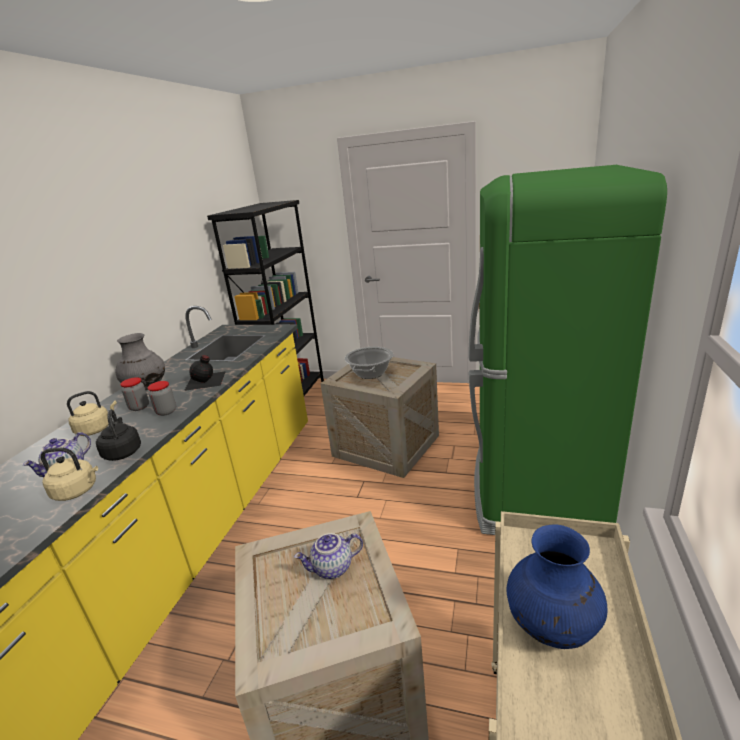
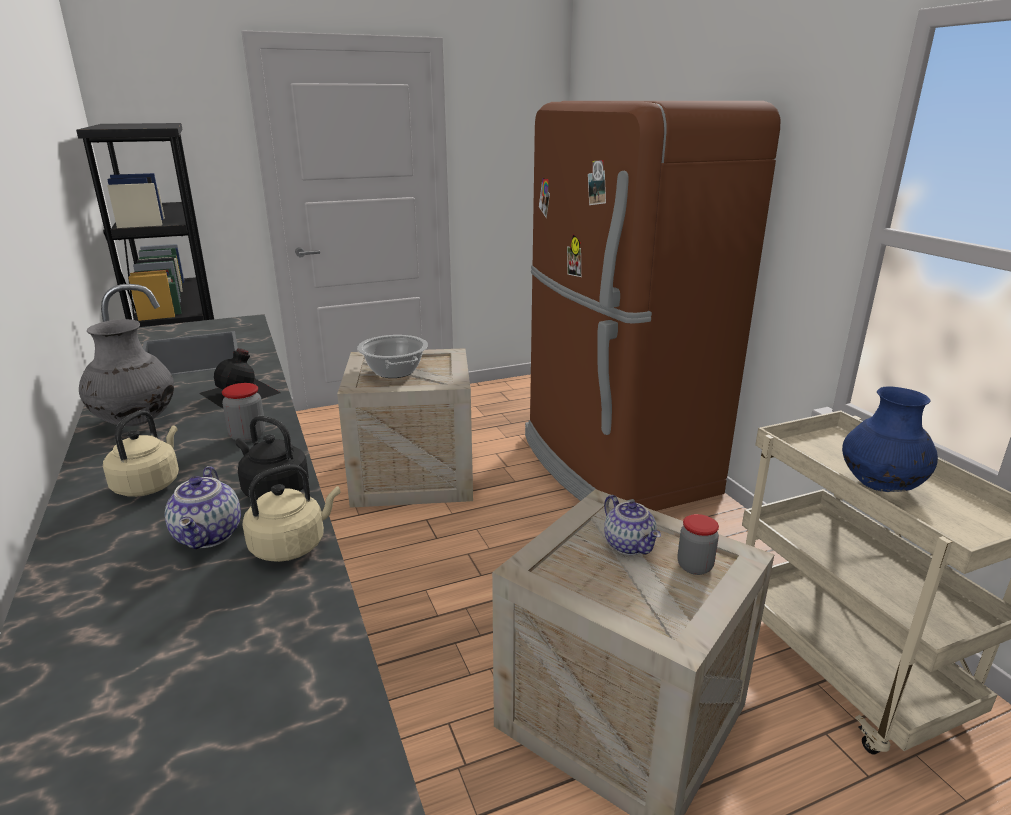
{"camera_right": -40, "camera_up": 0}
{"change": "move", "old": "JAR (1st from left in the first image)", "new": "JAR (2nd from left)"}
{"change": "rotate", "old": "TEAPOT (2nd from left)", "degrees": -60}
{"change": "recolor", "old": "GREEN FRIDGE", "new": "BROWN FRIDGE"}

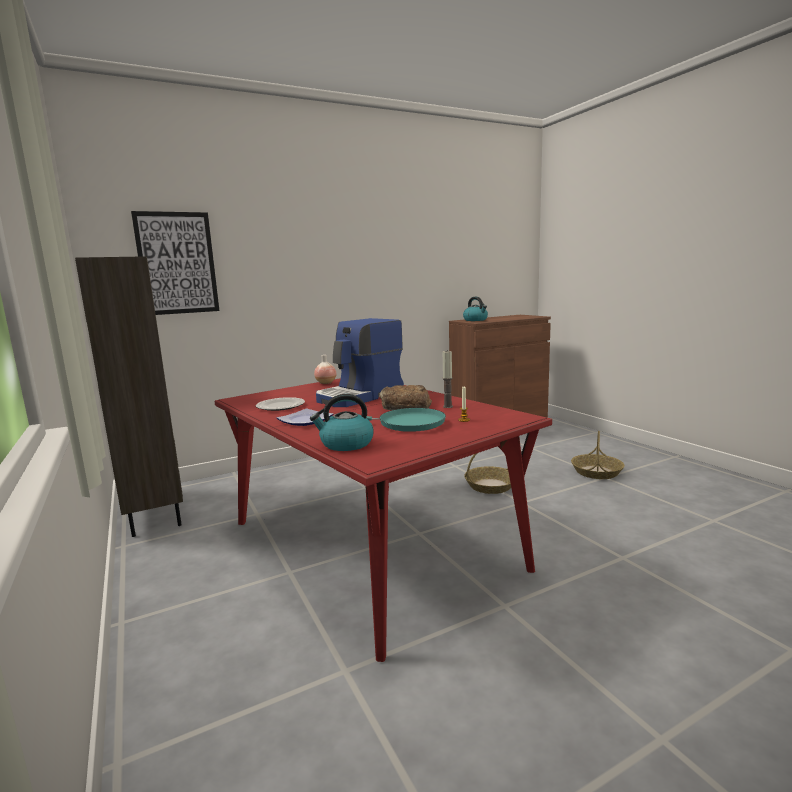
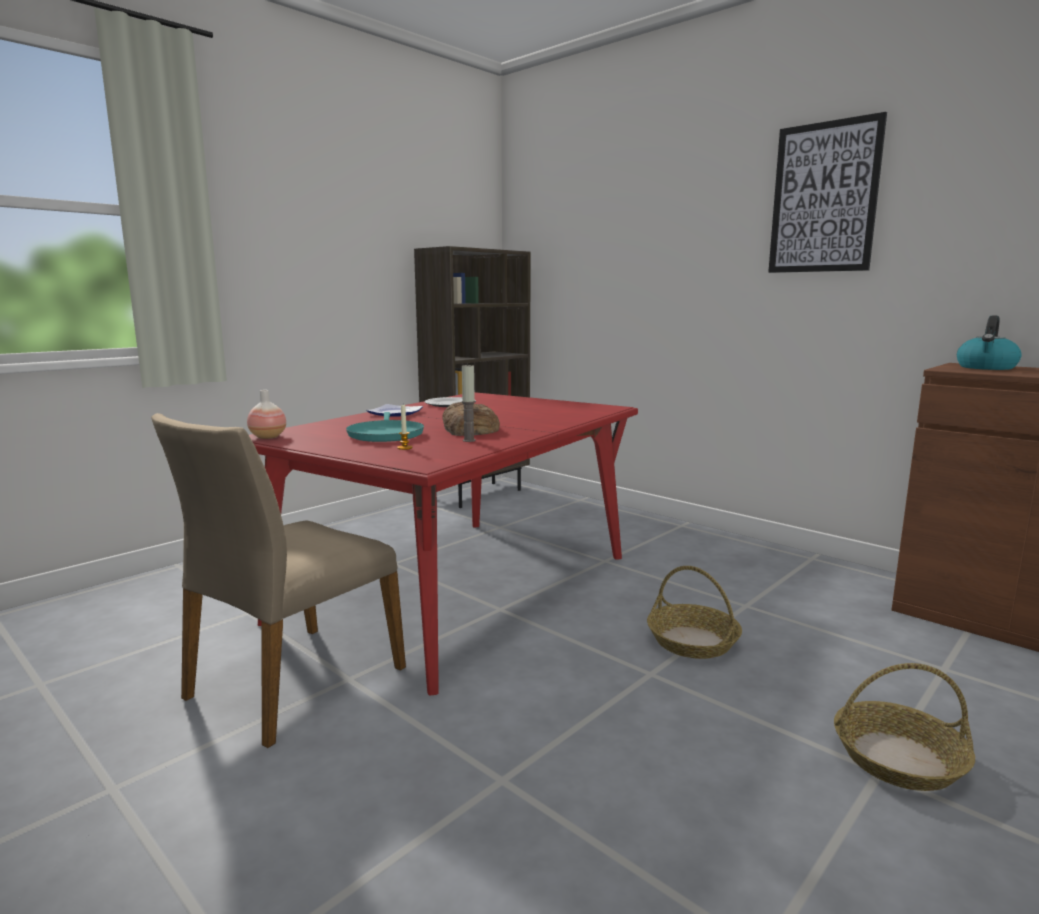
{"camera_right": 70, "camera_up": 0}
{"change": "move", "old": "PICTURE"}
{"change": "delete", "old": "KETTLE (1st from left)"}
{"change": "move", "old": "VASE"}
{"change": "delete", "old": "COFFEE MACHINE"}
{"change": "insert", "new": "BEIGE CHAIR"}

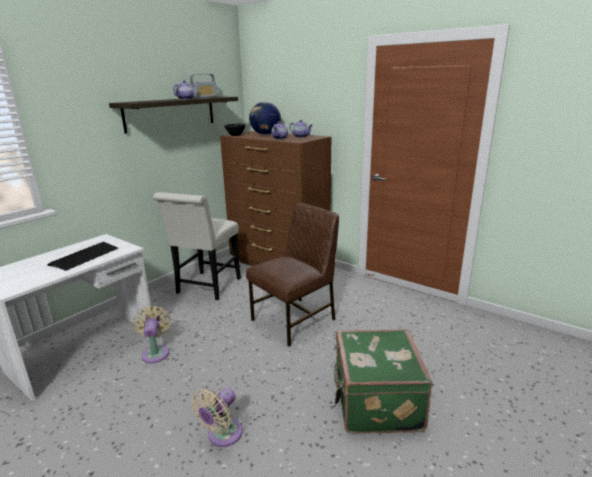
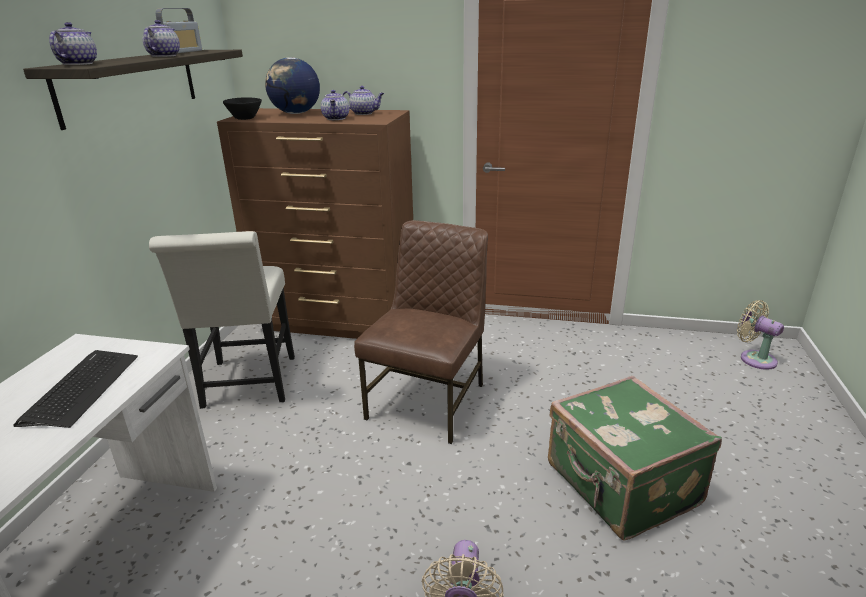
{"camera_right": -25, "camera_up": 5}
{"change": "move", "old": "BEIGE FAN (1st from left in the first image)", "new": "BEIGE FAN (2nd from left)"}
{"change": "insert", "new": "TEAPOT (1st from left)"}

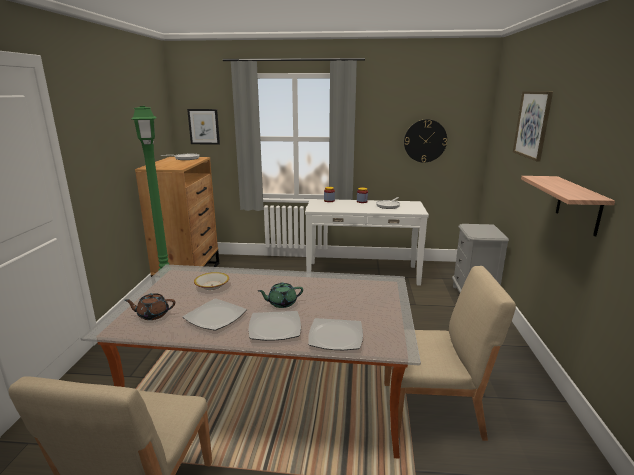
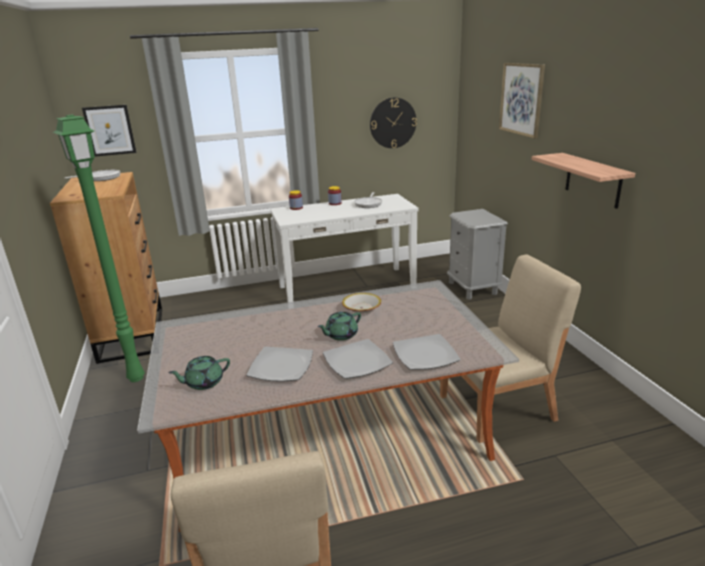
{"camera_right": -20, "camera_up": 5}
{"change": "recolor", "old": "BROWN TEAPOT", "new": "GREEN TEAPOT (1st from left)"}
{"change": "move", "old": "BOWL"}

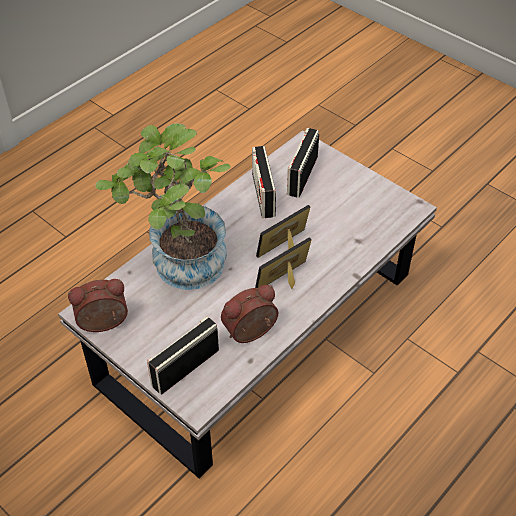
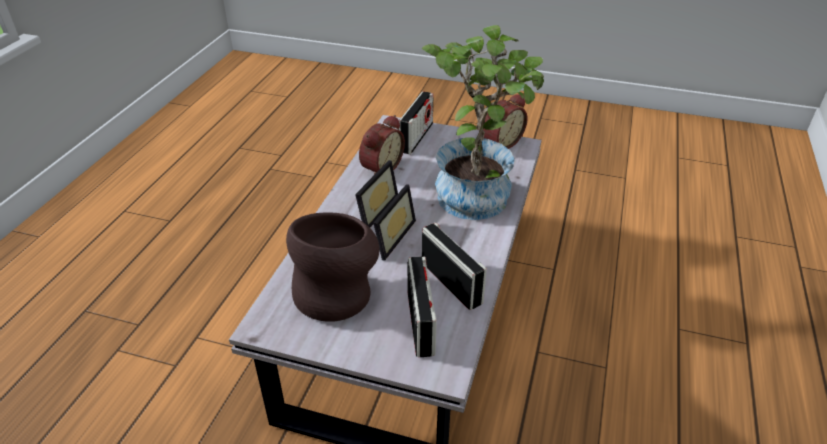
{"camera_right": 155, "camera_up": -10}
{"change": "insert", "new": "BROWN VASE"}

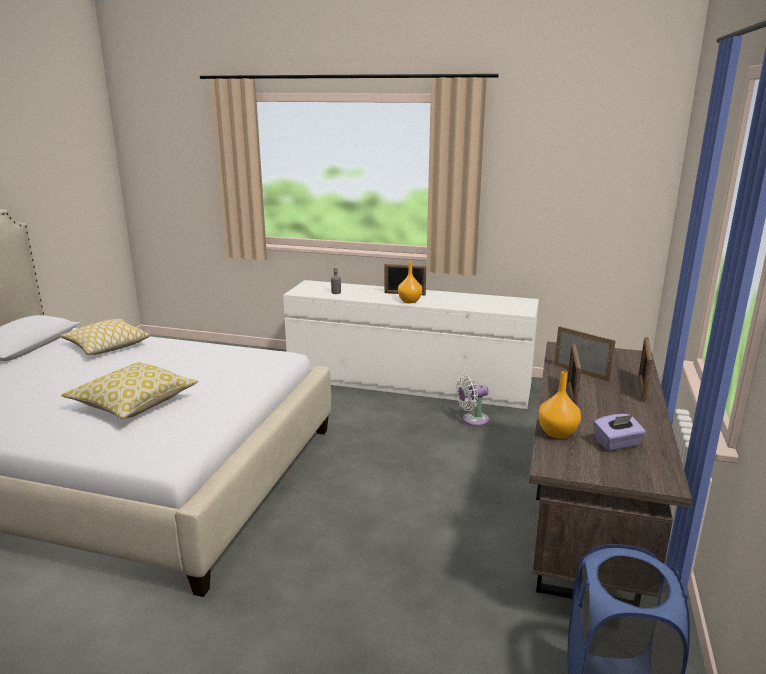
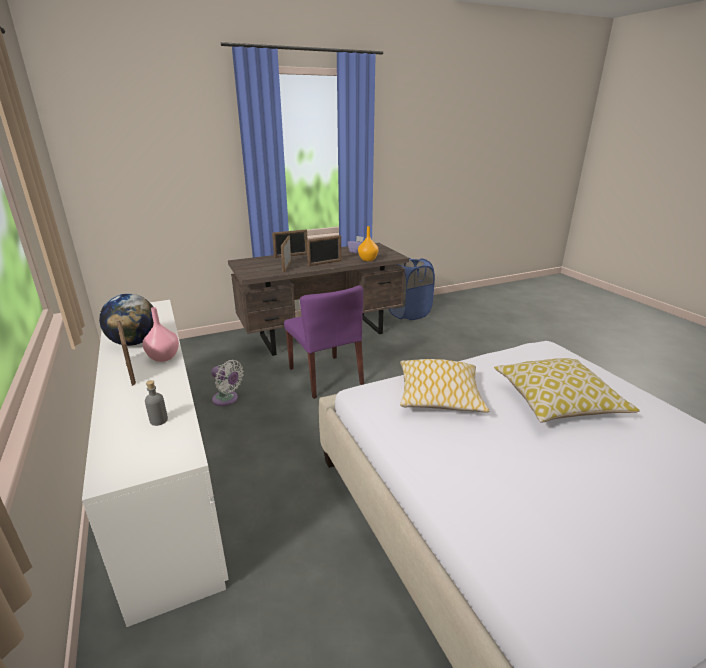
{"camera_right": -130, "camera_up": 5}
{"change": "move", "old": "PILLOW (1st from left)"}
{"change": "recolor", "old": "ORANGE VASE (1st from left)", "new": "PINK VASE"}
{"change": "insert", "new": "GLOBE"}
{"change": "insert", "new": "PURPLE CHAIR"}

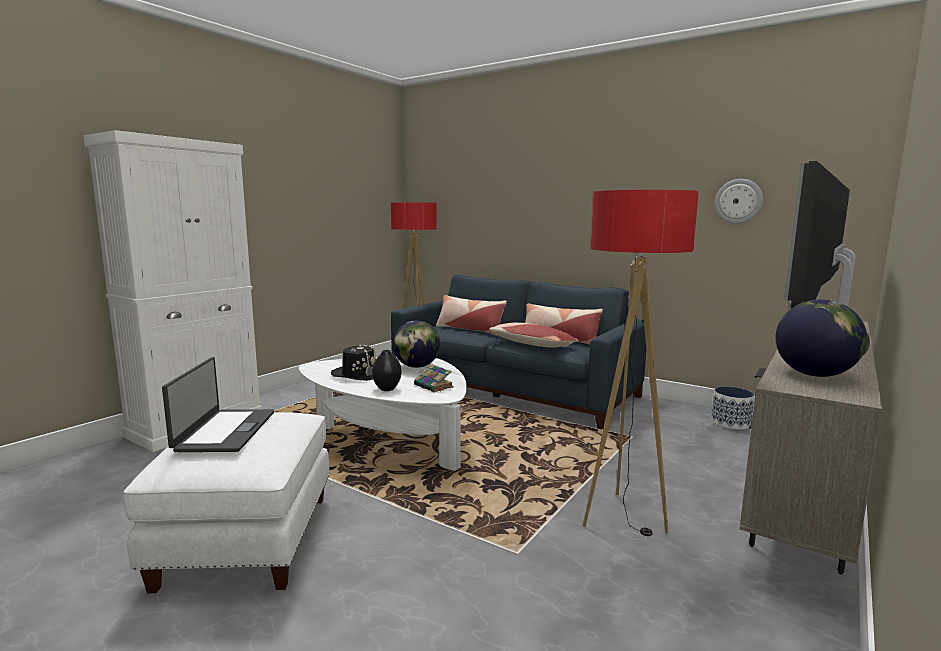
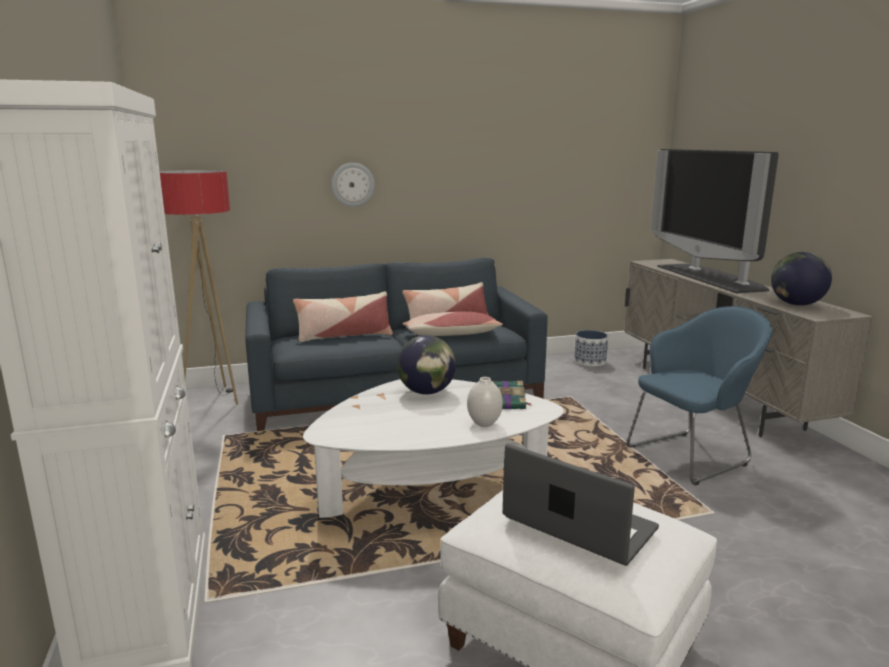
{"camera_right": -50, "camera_up": 5}
{"change": "delete", "old": "BLACK HAT"}
{"change": "recolor", "old": "BLACK VASE", "new": "WHITE VASE"}
{"change": "replace", "old": "FLOOR LAMP (2nd from left)", "new": "BLUE ARMCHAIR"}
{"change": "move", "old": "WALL CLOCK"}

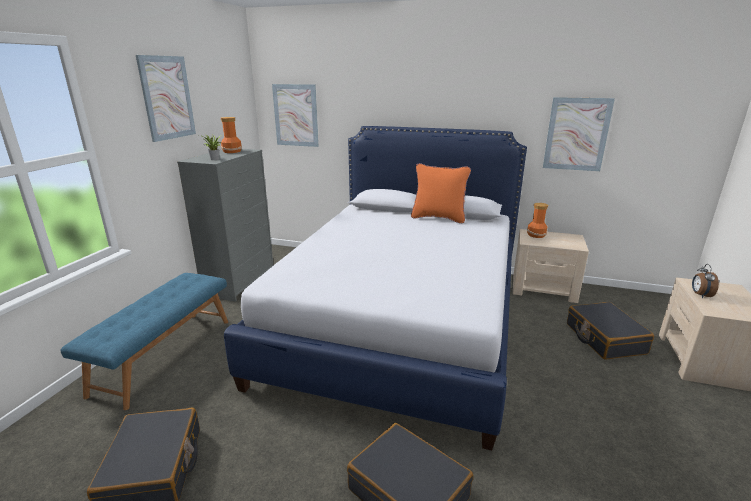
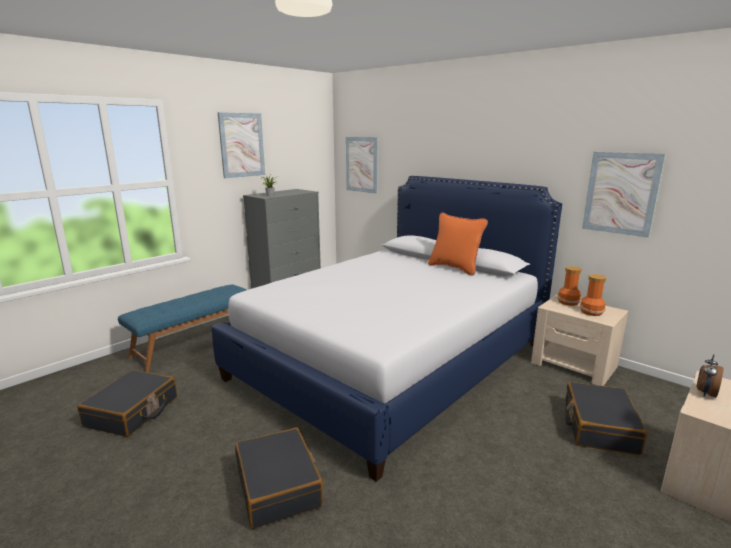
{"camera_right": 25, "camera_up": -5}
{"change": "move", "old": "VASE (1st from left in the first image)", "new": "VASE (2nd from left)"}

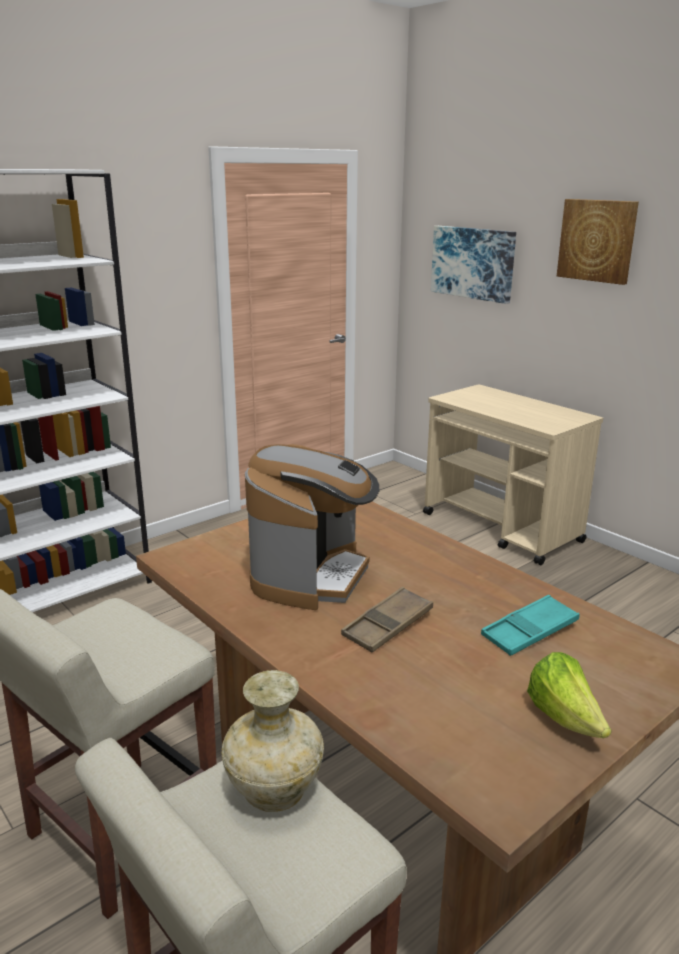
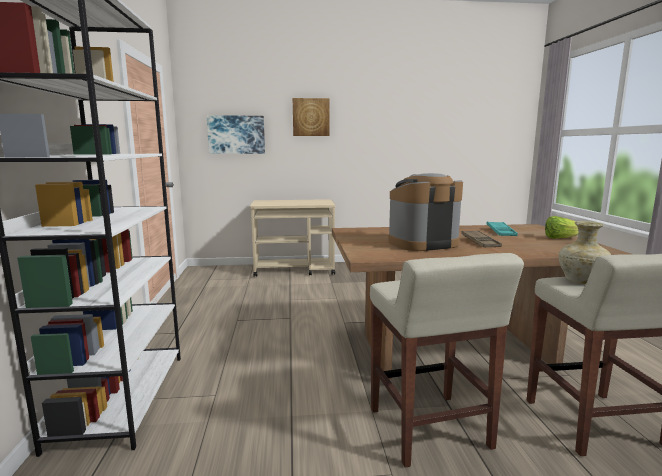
{"camera_right": -55, "camera_up": -10}
{"change": "rotate", "old": "COFFEE MACHINE", "degrees": -75}

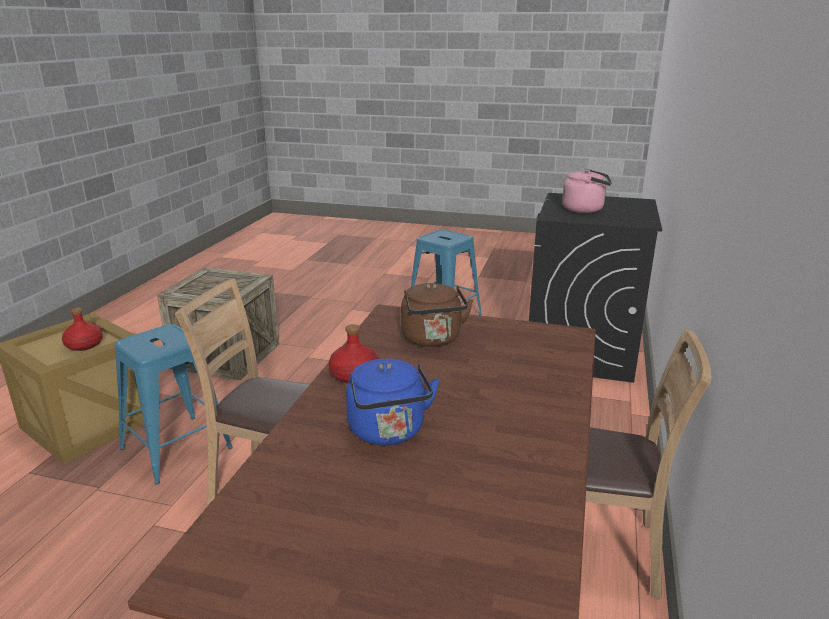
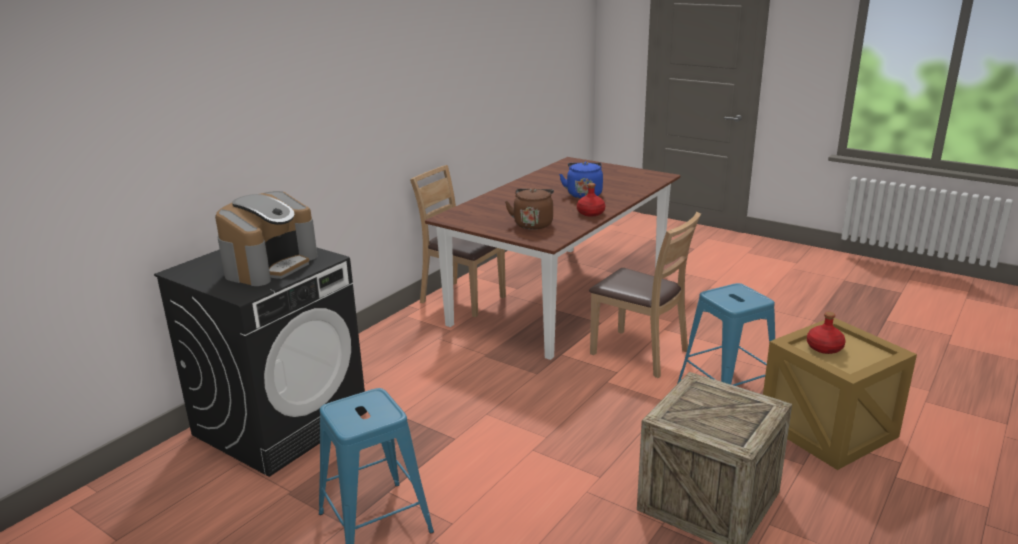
{"camera_right": -160, "camera_up": 0}
{"change": "replace", "old": "PINK KETTLE", "new": "COFFEE MACHINE"}

